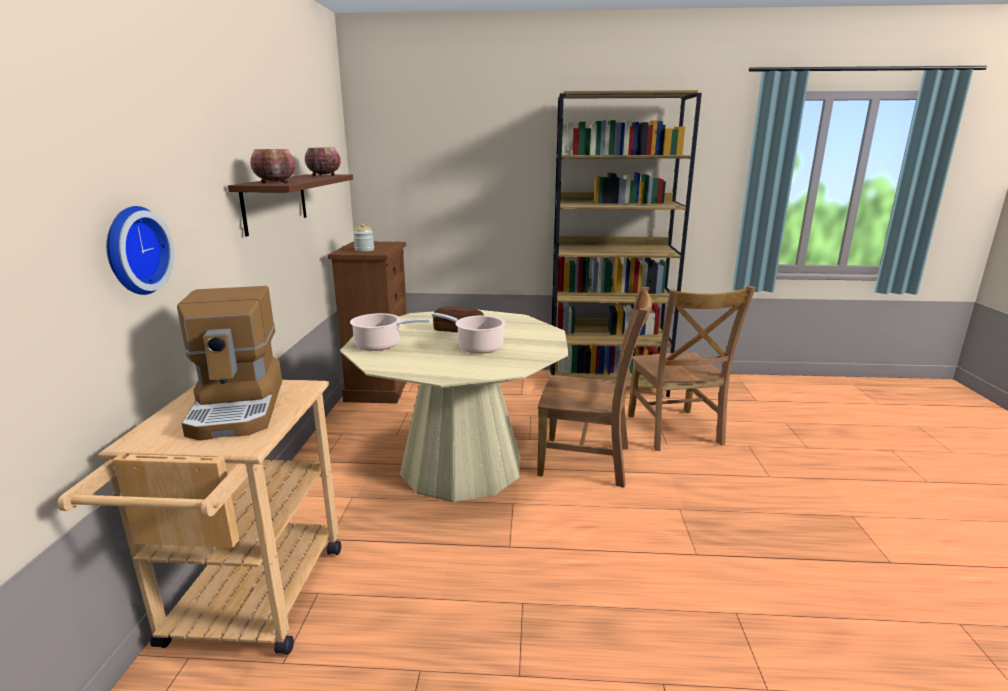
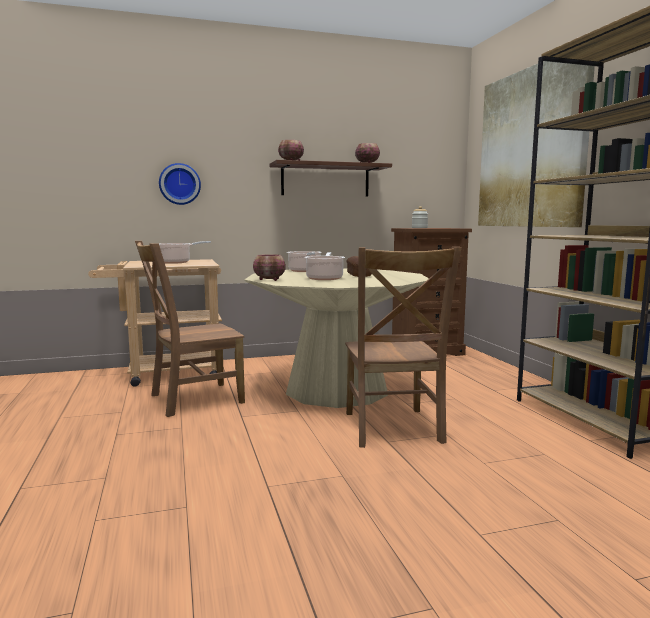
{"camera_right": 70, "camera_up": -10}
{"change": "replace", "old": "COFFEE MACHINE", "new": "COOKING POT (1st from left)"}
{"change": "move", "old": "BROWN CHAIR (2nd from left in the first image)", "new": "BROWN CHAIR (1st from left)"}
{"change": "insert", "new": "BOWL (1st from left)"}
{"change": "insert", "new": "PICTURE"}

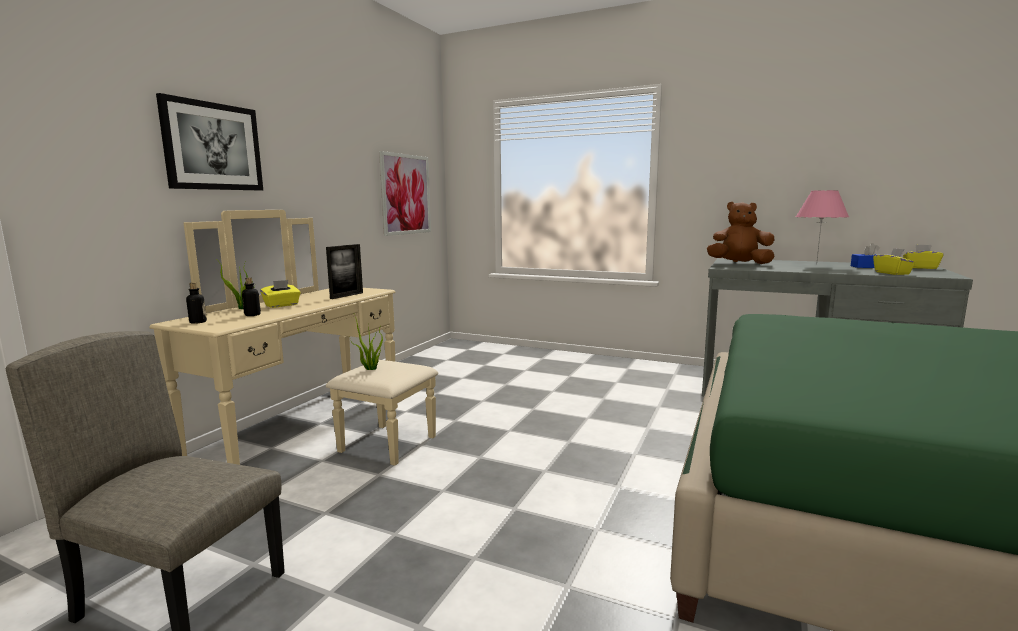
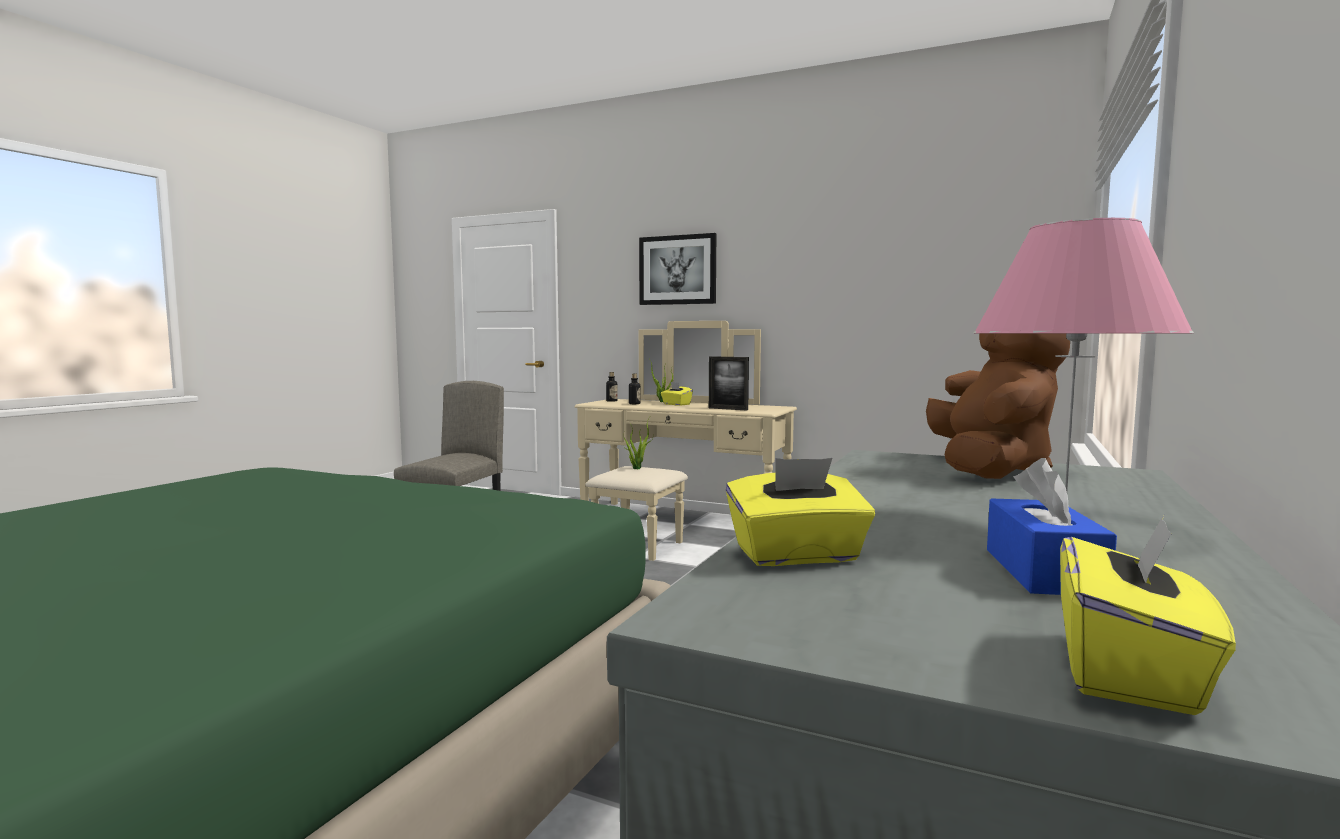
{"camera_right": 90, "camera_up": -5}
{"change": "delete", "old": "PICTURE (2nd from left)"}

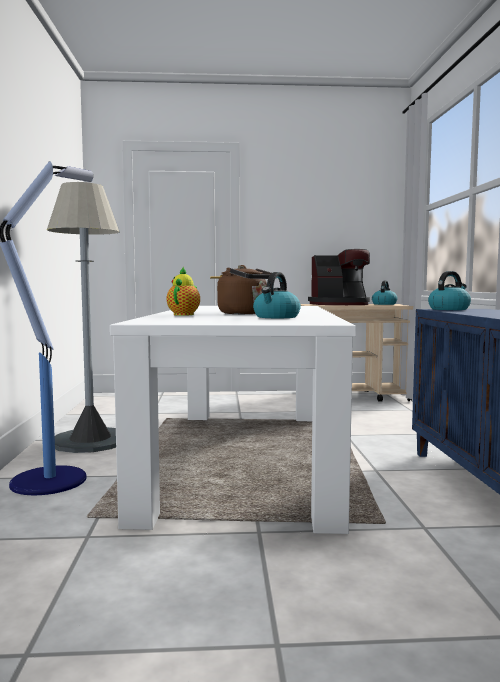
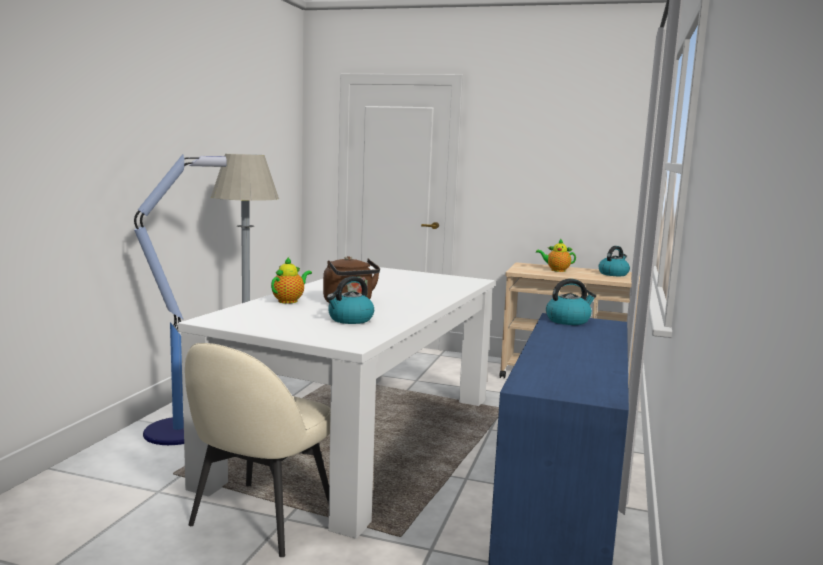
{"camera_right": 20, "camera_up": 5}
{"change": "replace", "old": "COFFEE MACHINE", "new": "TEAPOT (2nd from left)"}
{"change": "insert", "new": "BEIGE CHAIR"}

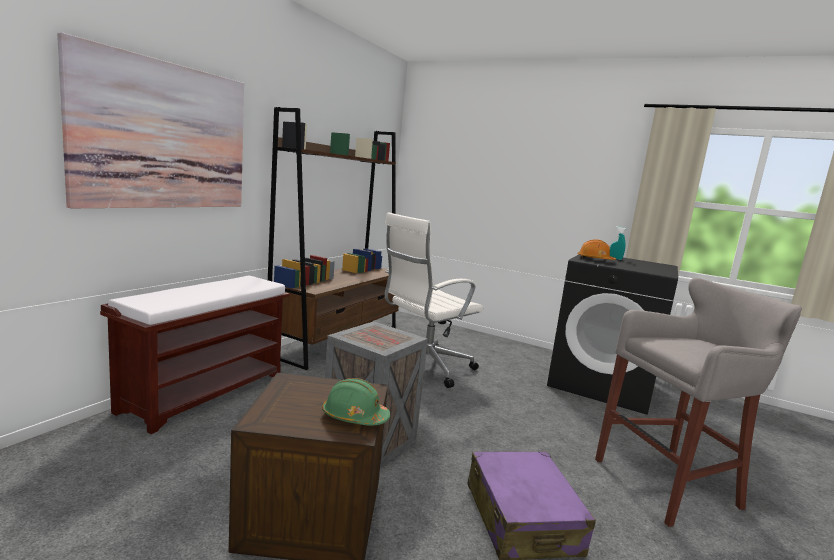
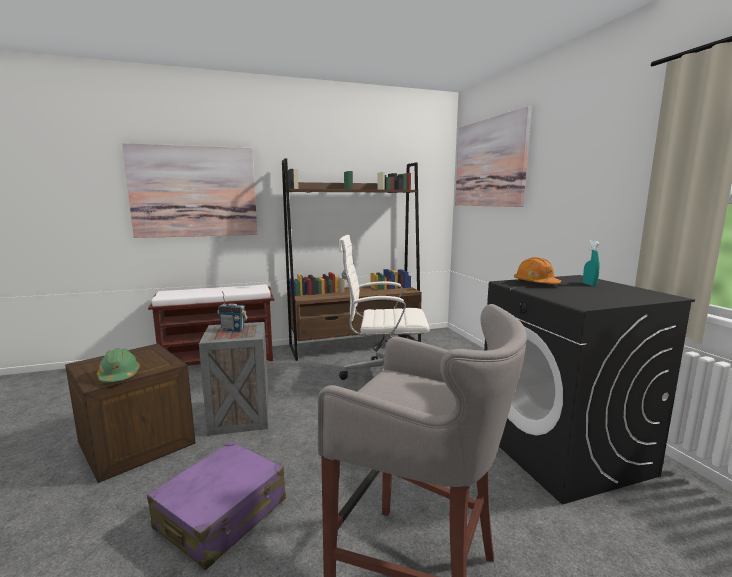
{"camera_right": 45, "camera_up": 0}
{"change": "insert", "new": "RADIO"}
{"change": "insert", "new": "PICTURE (2nd from left)"}

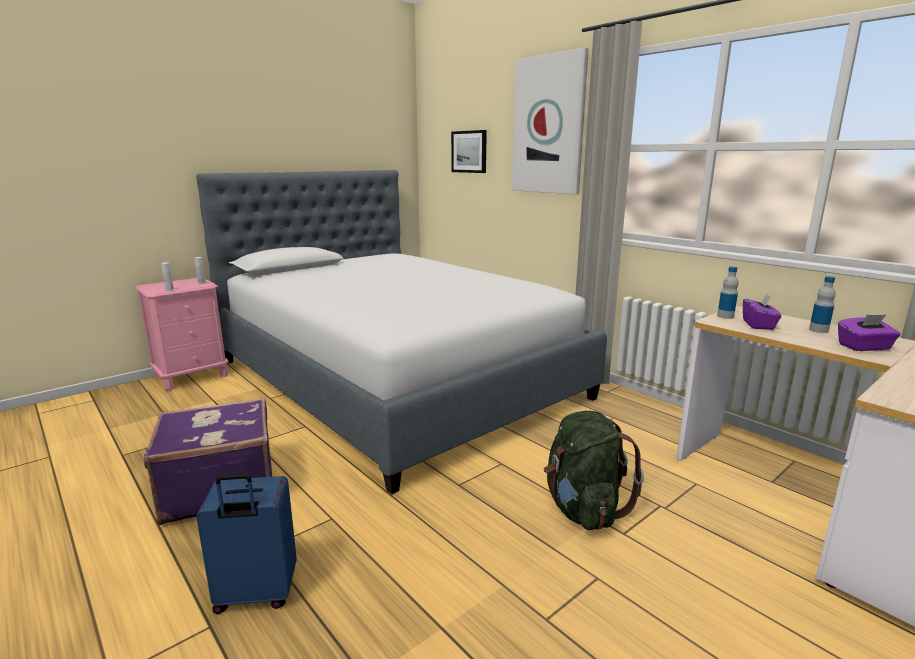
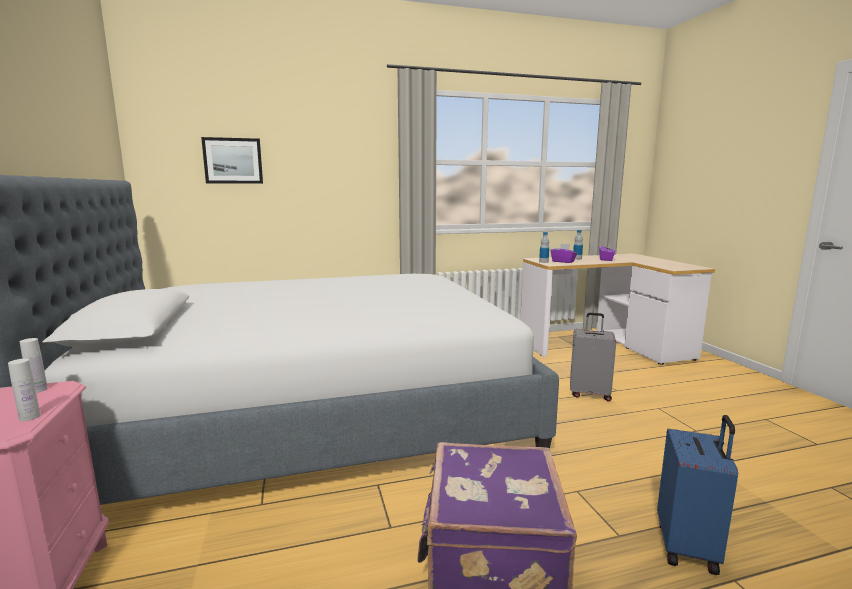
{"camera_right": -65, "camera_up": -5}
{"change": "delete", "old": "PICTURE (2nd from left)"}
{"change": "replace", "old": "GREEN BACKPACK", "new": "GREY SUITCASE"}

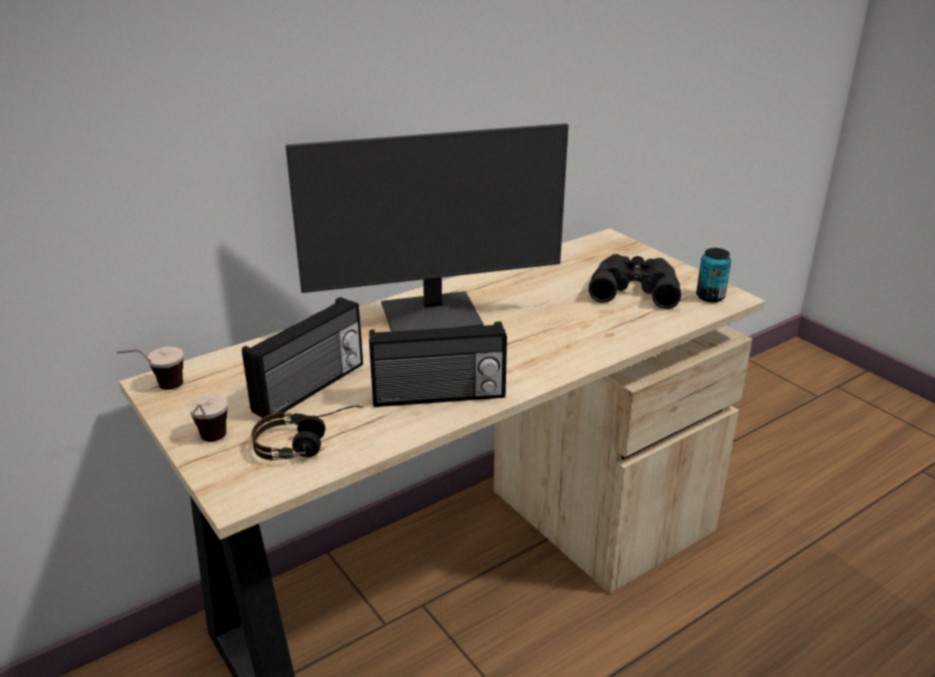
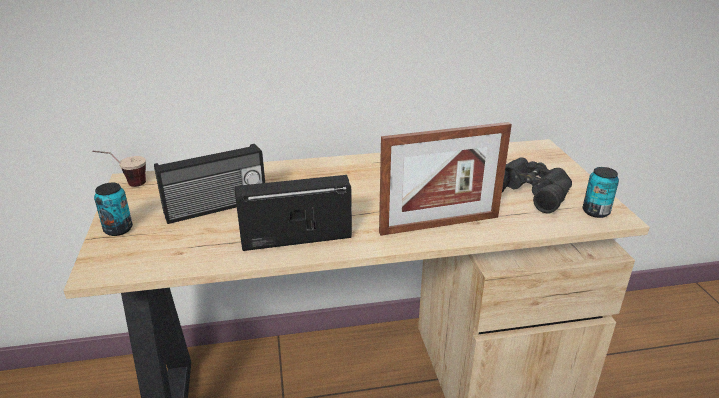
{"camera_right": 25, "camera_up": 0}
{"change": "replace", "old": "CUP (2nd from left)", "new": "CAN (1st from left)"}
{"change": "delete", "old": "HEADPHONES"}
{"change": "delete", "old": "MONITOR"}
{"change": "rotate", "old": "RADIO (2nd from left)", "degrees": 150}
{"change": "insert", "new": "PICTURE FRAME"}

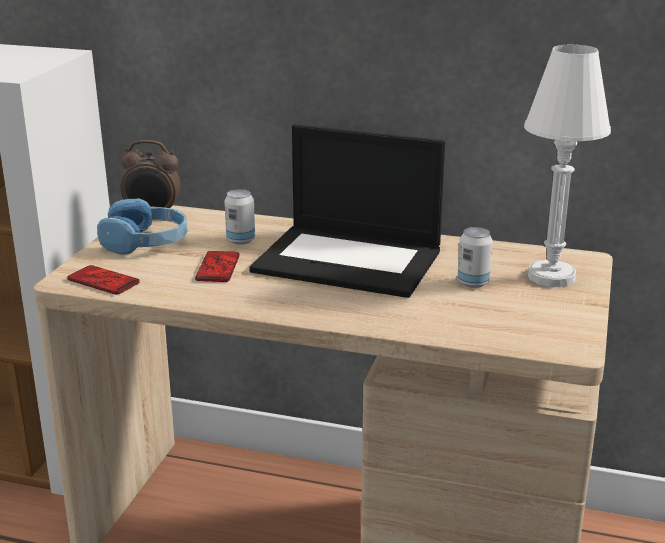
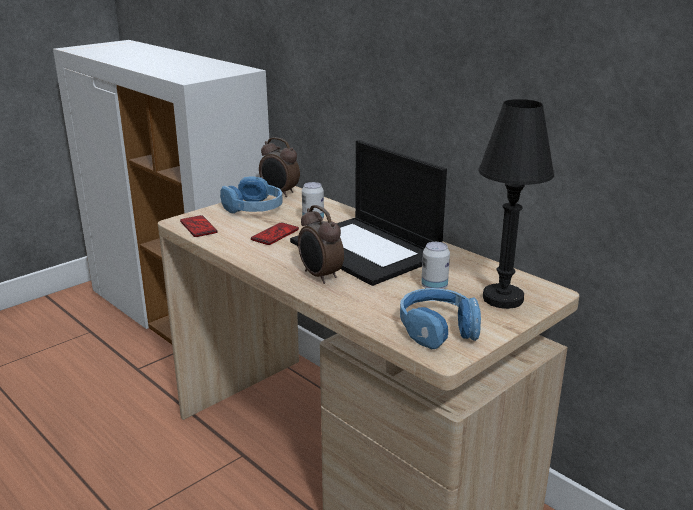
{"camera_right": 30, "camera_up": 0}
{"change": "recolor", "old": "WHITE TABLE LAMP", "new": "BLACK TABLE LAMP"}
{"change": "insert", "new": "ALARM CLOCK (2nd from left)"}
{"change": "insert", "new": "BLUE HEADPHONES (2nd from left)"}

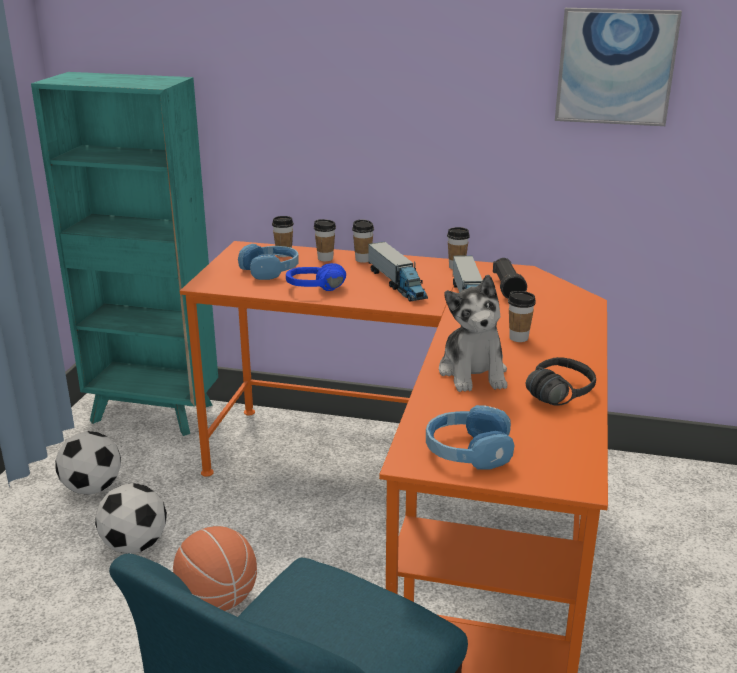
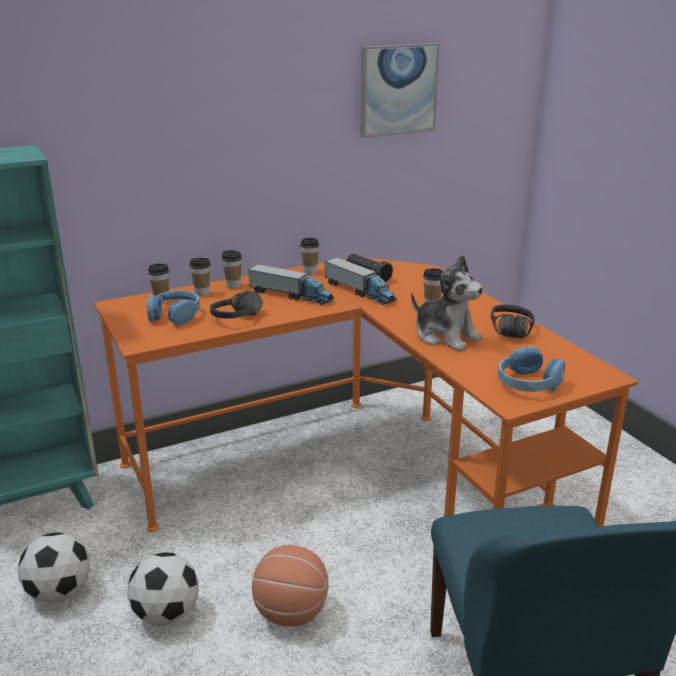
{"camera_right": -40, "camera_up": 0}
{"change": "recolor", "old": "BLUE HEADPHONES (2nd from left)", "new": "BLACK HEADPHONES (1st from left)"}

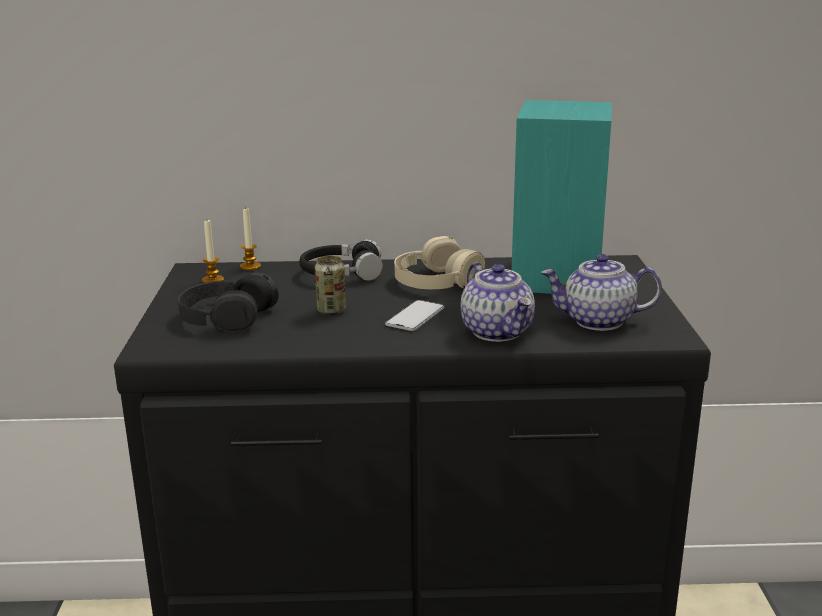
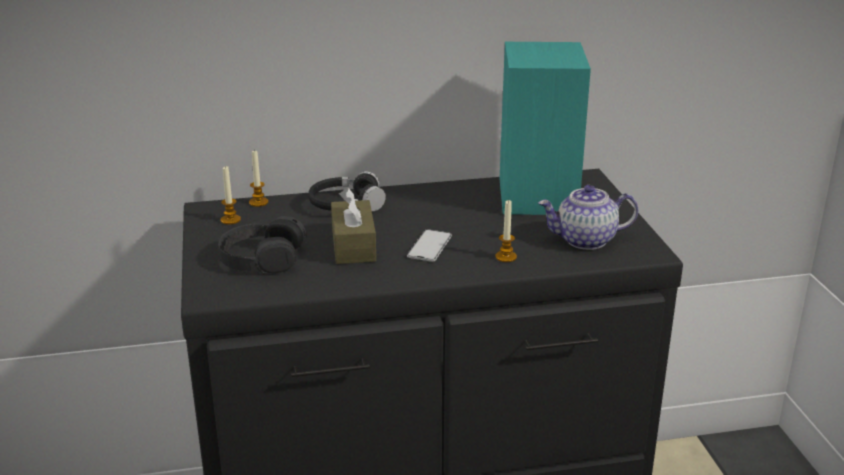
{"camera_right": -10, "camera_up": 5}
{"change": "replace", "old": "CAN", "new": "BROWN TISSUE BOX"}
{"change": "delete", "old": "BEIGE HEADPHONES"}
{"change": "replace", "old": "TEAPOT (1st from left)", "new": "CANDLE (3rd from left)"}

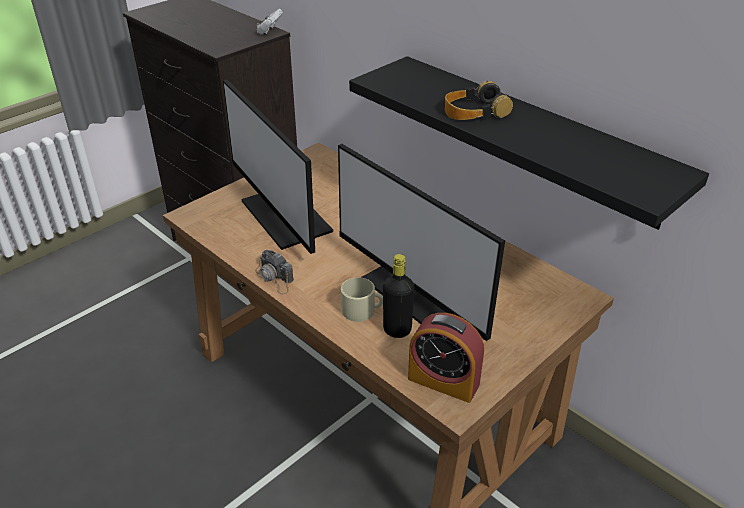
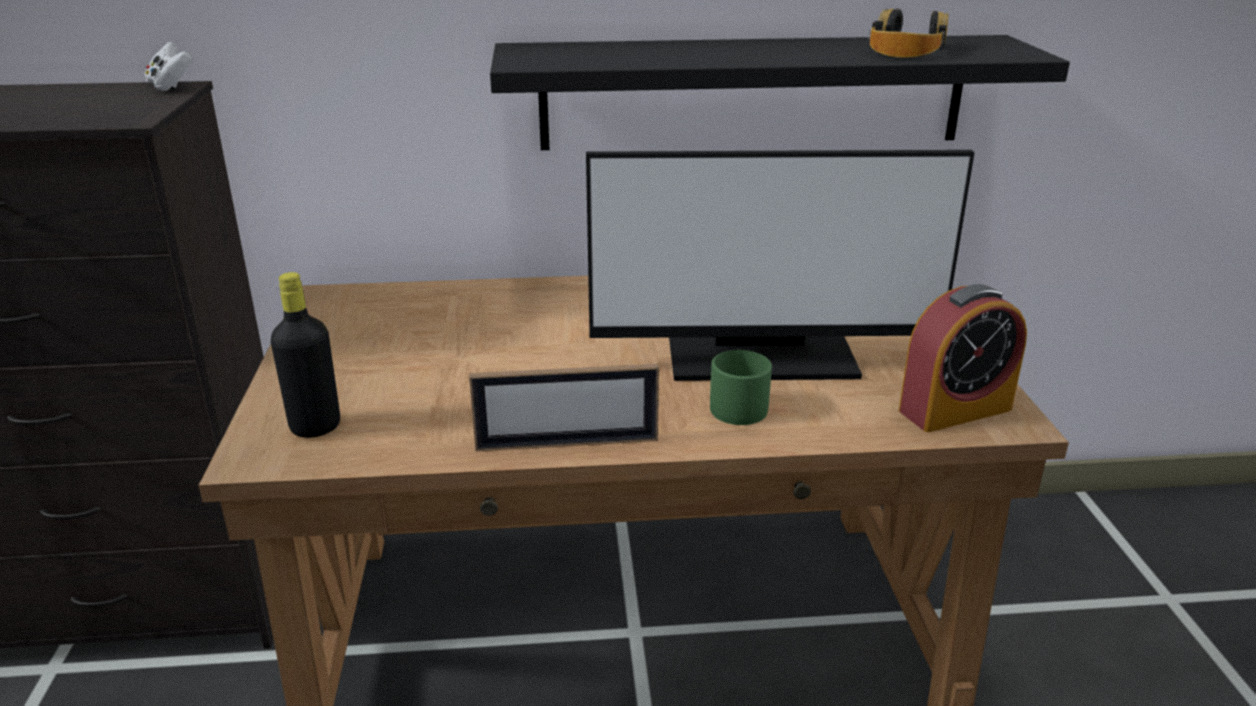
{"camera_right": -50, "camera_up": -10}
{"change": "delete", "old": "MONITOR (1st from left)"}
{"change": "replace", "old": "PHOTO CAMERA", "new": "PICTURE FRAME"}
{"change": "recolor", "old": "BEIGE MUG", "new": "GREEN MUG"}
{"change": "move", "old": "BLACK BOTTLE"}
{"change": "move", "old": "HEADPHONES"}

